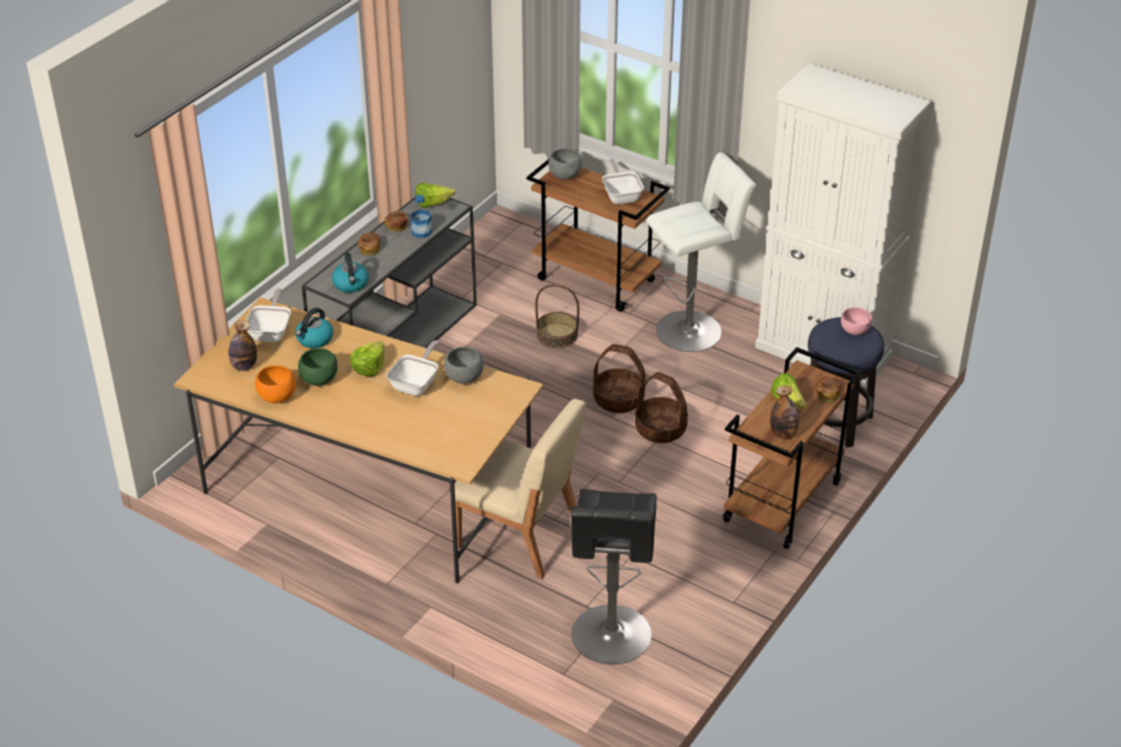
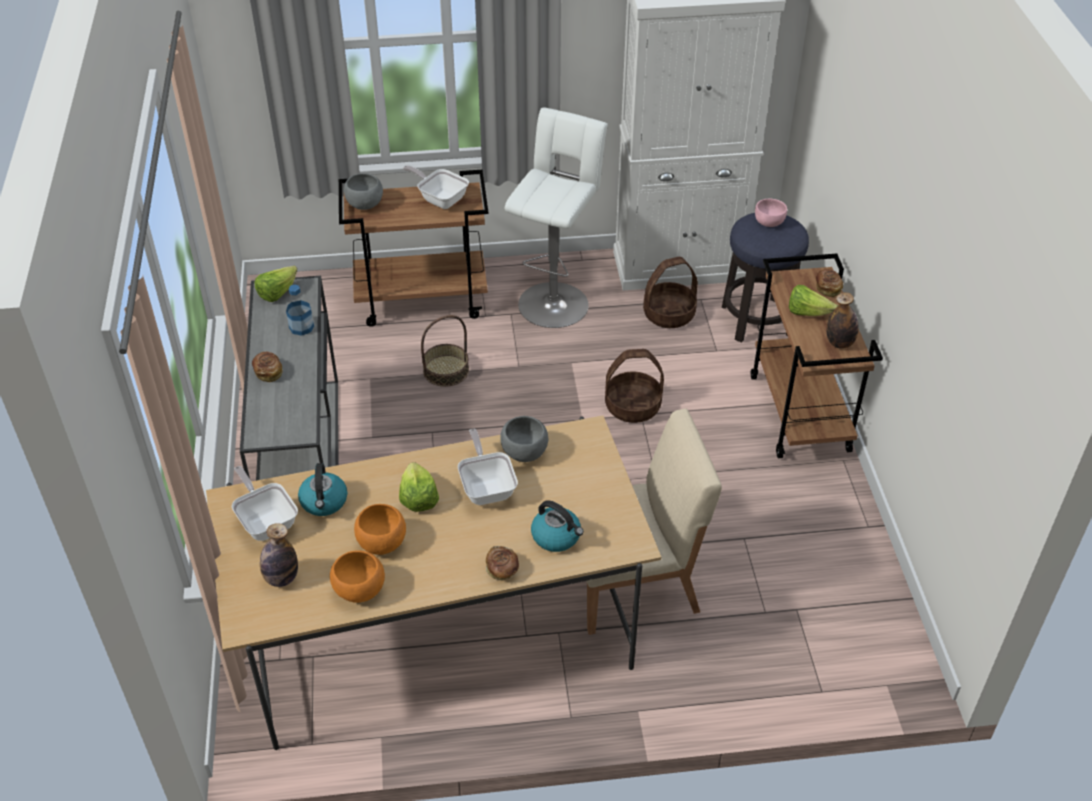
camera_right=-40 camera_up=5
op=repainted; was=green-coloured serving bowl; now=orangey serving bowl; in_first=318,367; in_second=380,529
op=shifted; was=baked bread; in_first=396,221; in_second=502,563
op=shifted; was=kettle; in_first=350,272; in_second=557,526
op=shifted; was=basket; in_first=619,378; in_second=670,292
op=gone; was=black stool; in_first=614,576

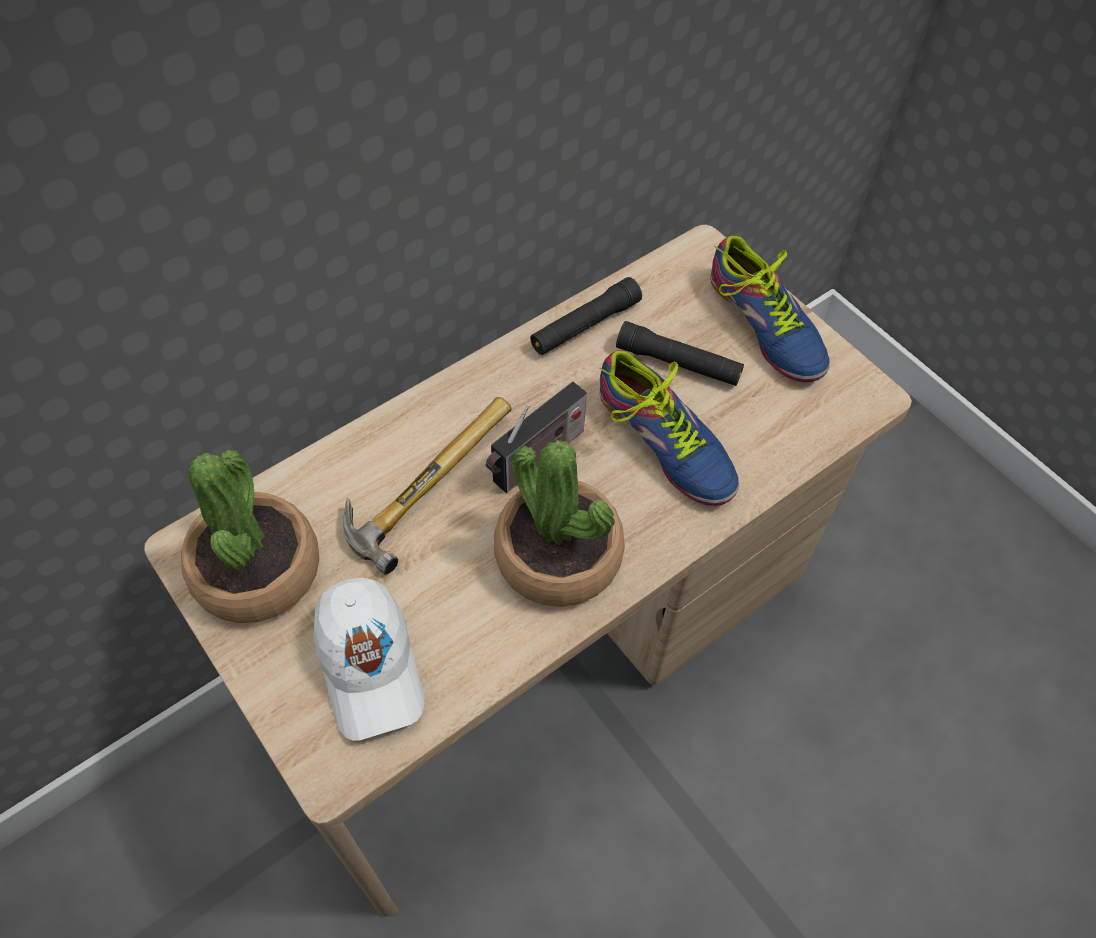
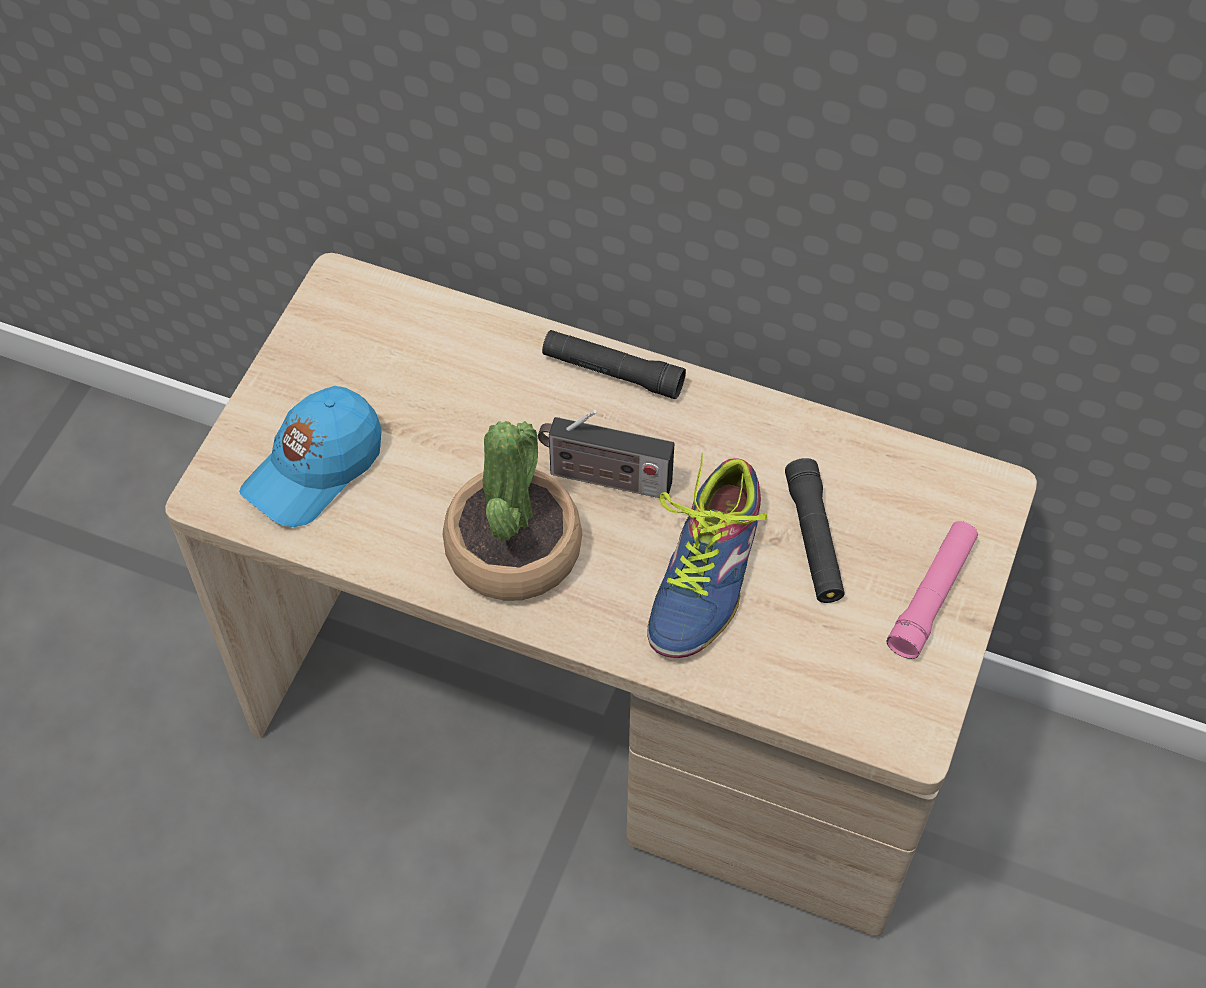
camera_right=60 camera_up=0
op=repainted; was=white peaked cap; now=blue-coloured peaked cap; in_first=368,659; in_second=310,456
op=shifted; was=black torch; in_first=586,316; in_second=614,364
op=swapped; was=low shoe; now=pink-coloured torch; in_first=770,308; in_second=932,590
op=gone; was=plant in a pot; in_first=250,536
op=gone; was=tool hammer; in_first=427,486

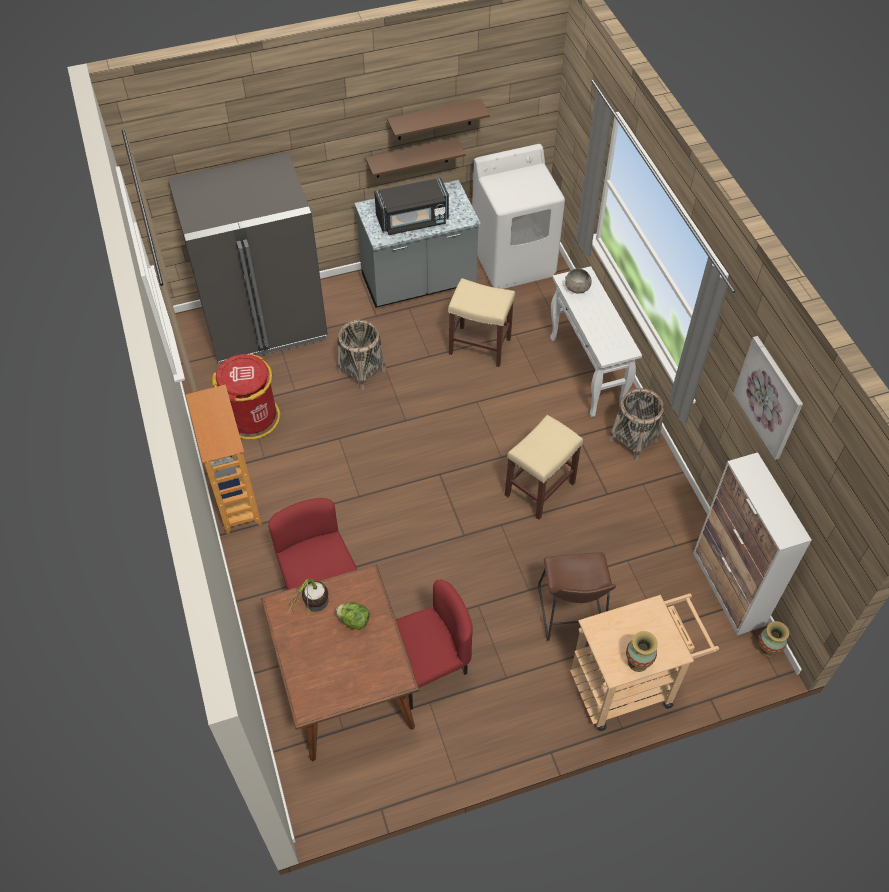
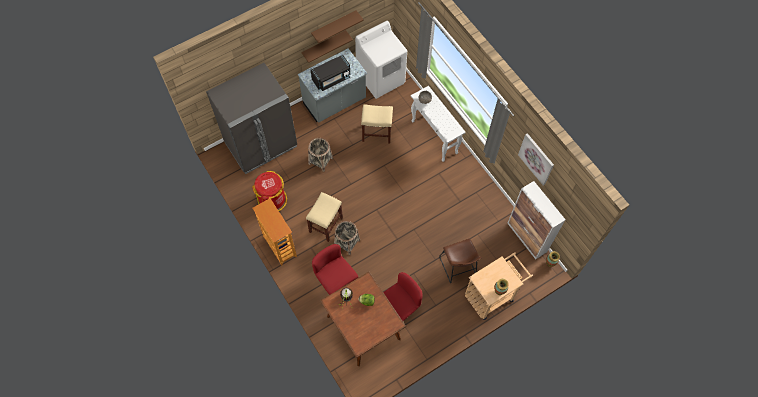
camera_right=-15 camera_up=10
op=shifted; was=beige stool; in_first=544,467; in_second=324,217
op=shifted; was=basket; in_first=636,424; in_second=347,238

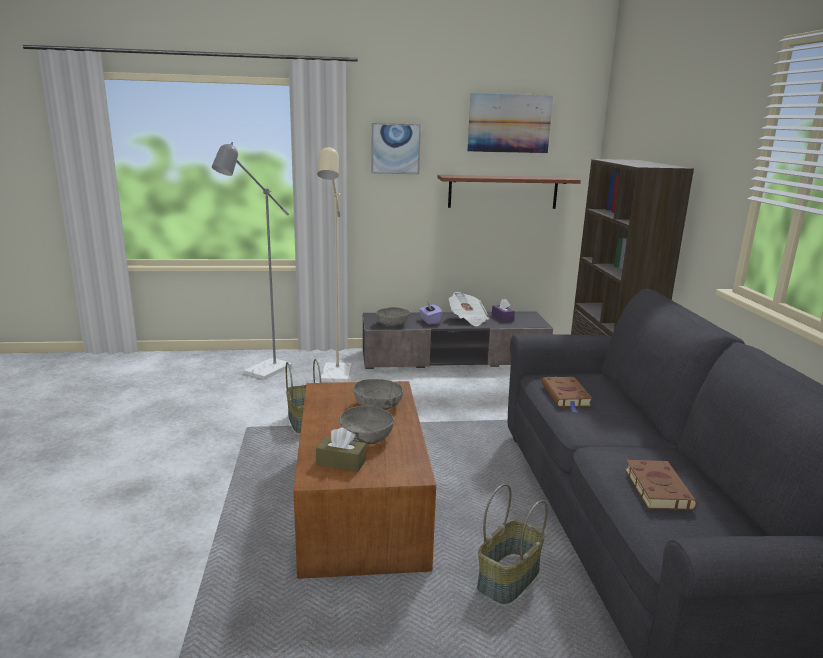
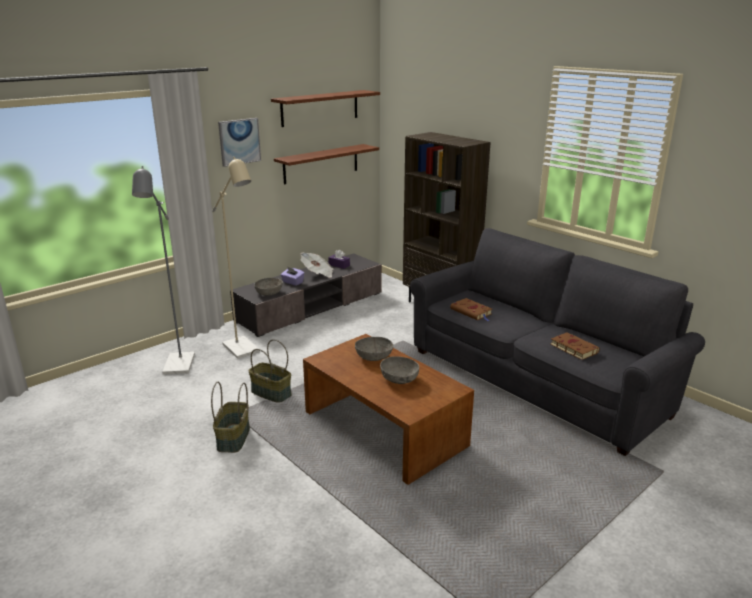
camera_right=-35 camera_up=5
op=shifted; was=basket; in_first=512,544; in_second=230,417
op=swapped; was=wall picture; now=brown-coloured wall shelf; in_first=510,123; in_second=325,108
op=gone; was=brown-coloured box of tissues; in_first=341,449

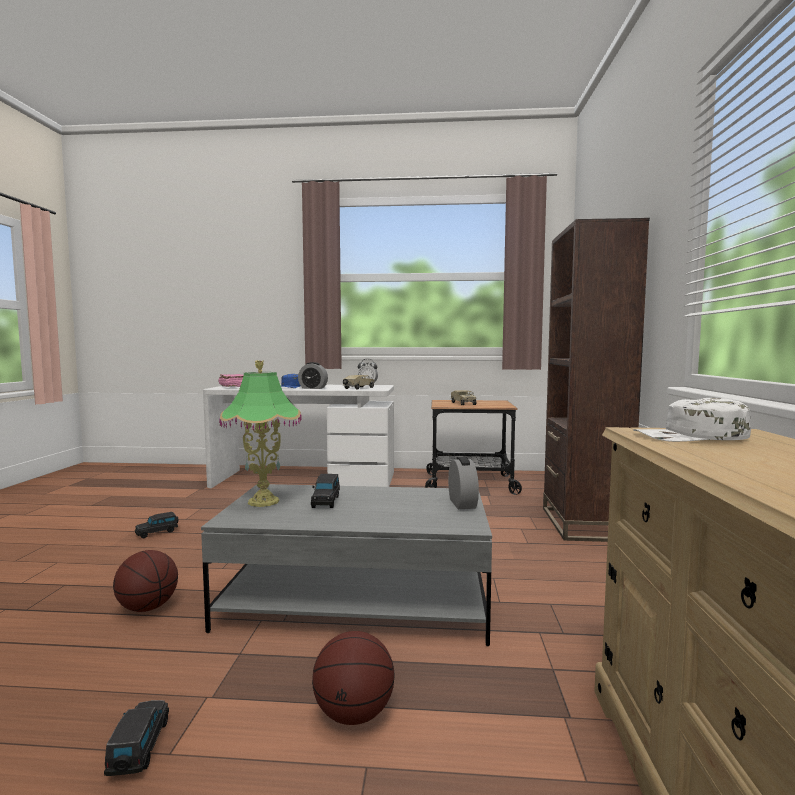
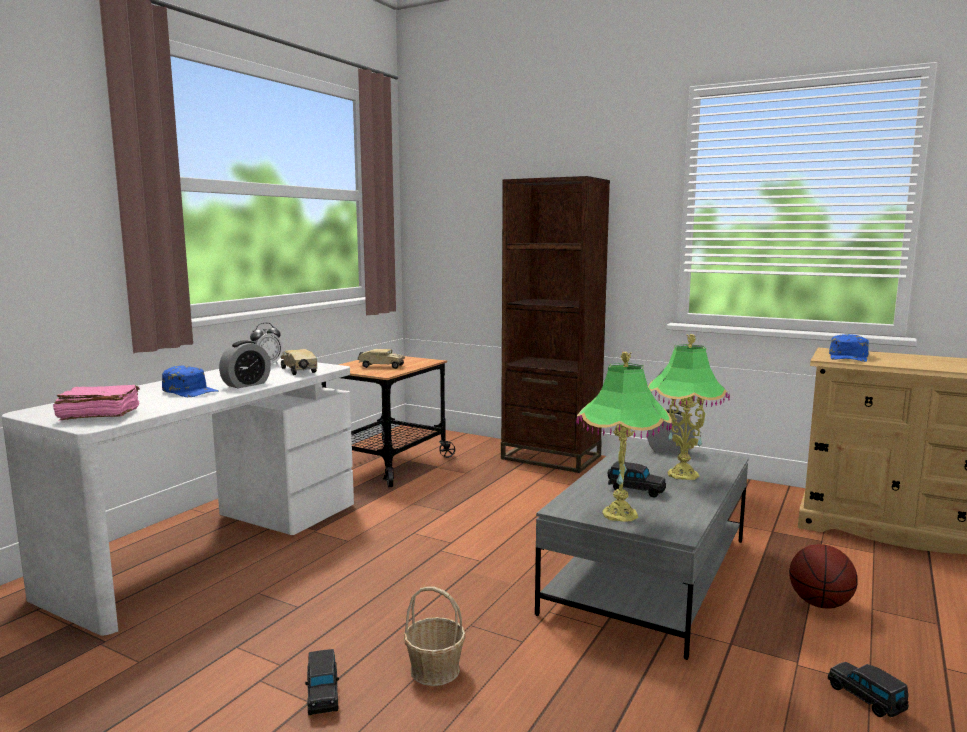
camera_right=-65 camera_up=5
op=new; now=basket; in_second=435,636
op=new; now=lamp for a table; in_second=689,407
op=rotated; was=black miniature car; in_first=136,738; in_second=868,689; clockwise=45
op=repainted; was=white peaked cap; now=blue-coloured peaked cap; in_first=692,420; in_second=849,348
op=gone; was=basketball ball; in_first=145,581

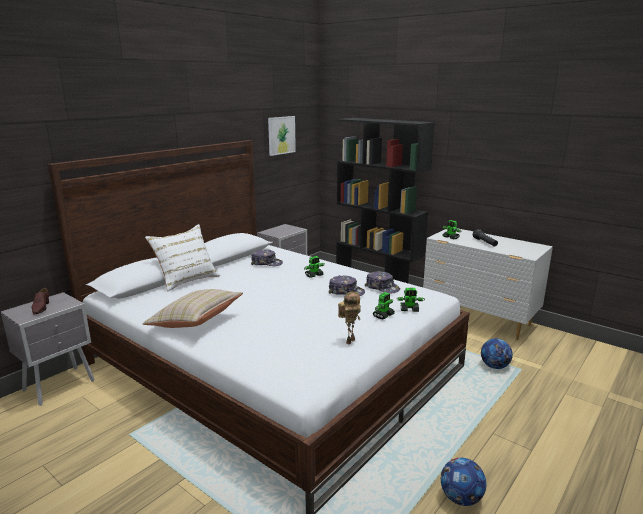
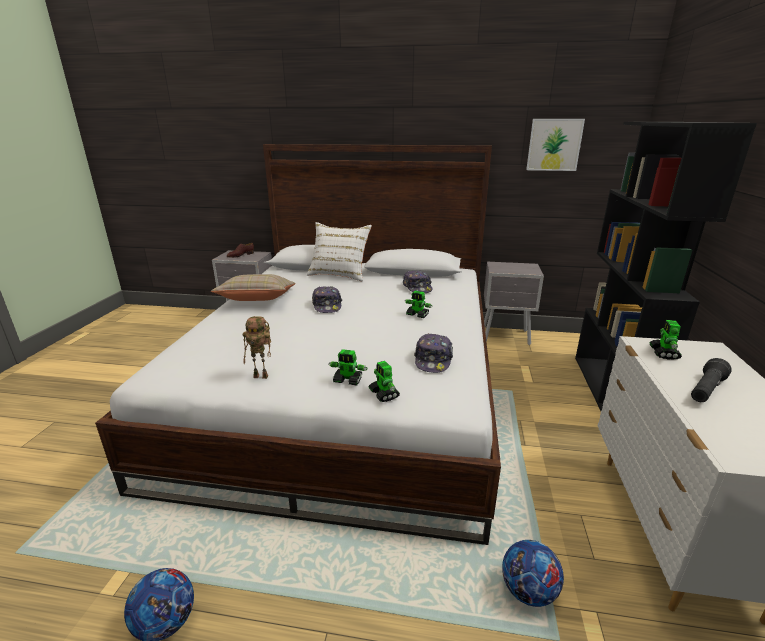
camera_right=60 camera_up=5
op=shifted; was=peaked cap; in_first=346,285; in_second=327,299

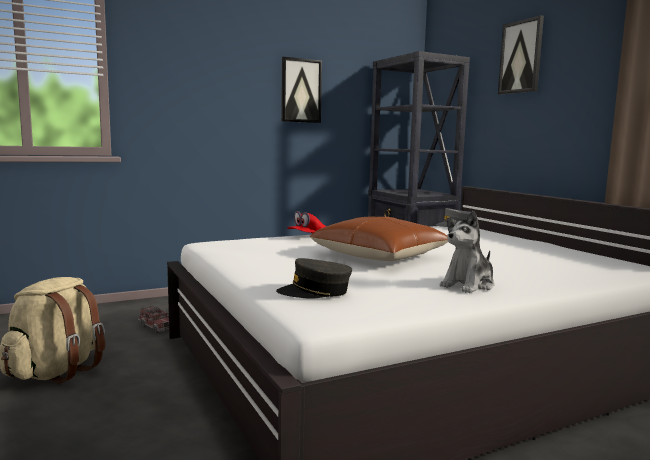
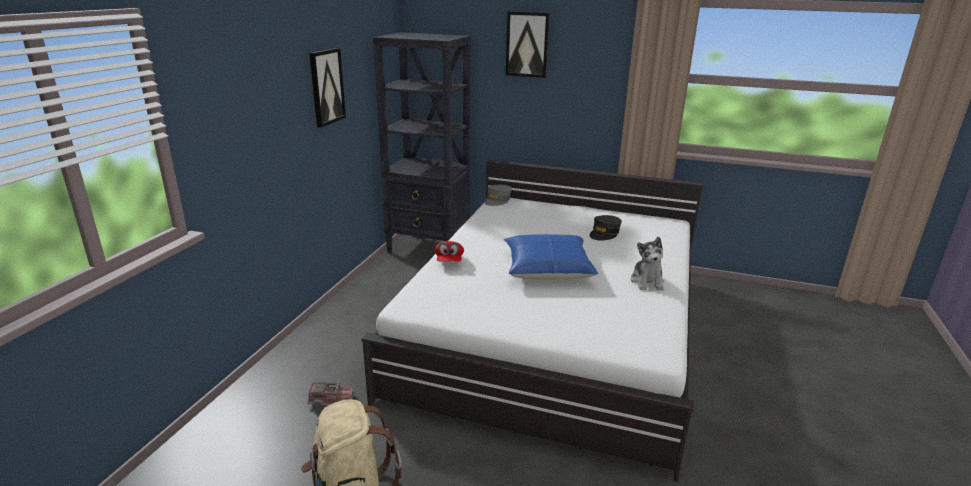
camera_right=-45 camera_up=15
op=repainted; was=brown-coloured pillow; now=blue-coloured pillow; in_first=378,239; in_second=551,256
op=shifted; was=gray peaked cap; in_first=314,278; in_second=606,228

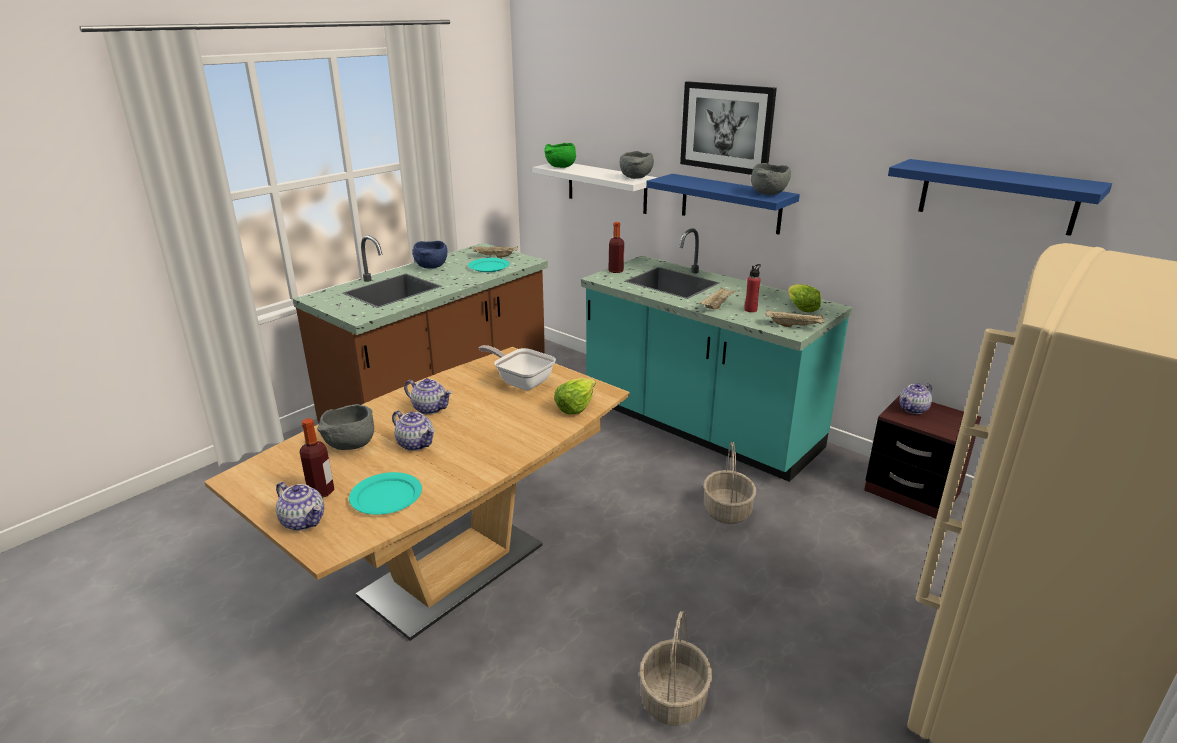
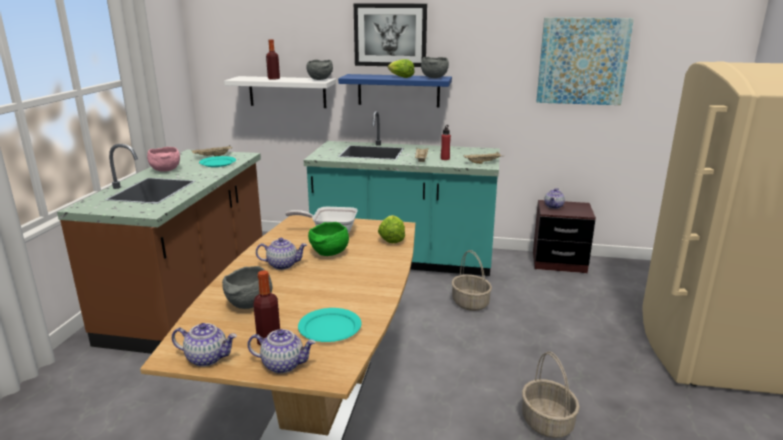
camera_right=-30 camera_up=-5
op=repainted; was=blue-coloured serving bowl; now=pink-coloured serving bowl; in_first=430,255; in_second=163,159
op=shifted; was=tea pot; in_first=413,430; in_second=204,345
op=shifted; was=drink bottle; in_first=616,247; in_second=273,59
op=shifted; was=green-coloured serving bowl; in_first=560,155; in_second=328,239
op=shifted; was=head of lettuce; in_first=804,298; in_second=401,68
op=swapped; was=blue-coloured wall shelf; now=wall picture; in_first=1000,197; in_second=585,61

